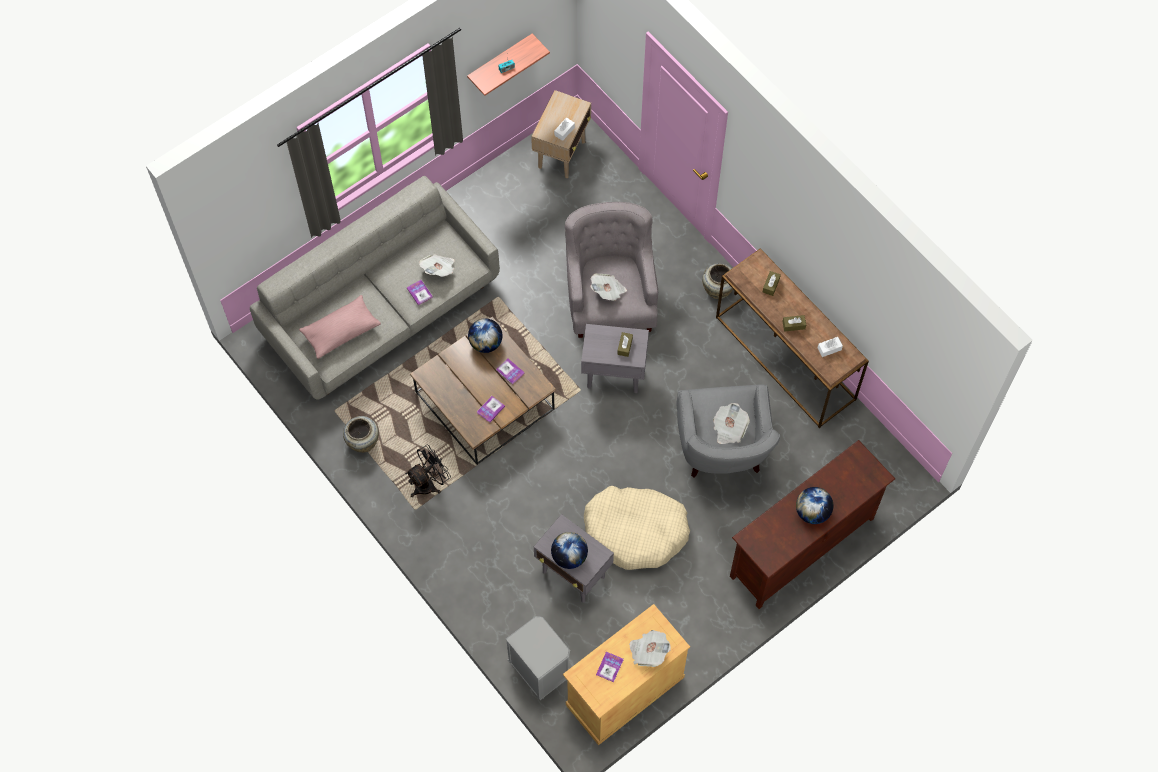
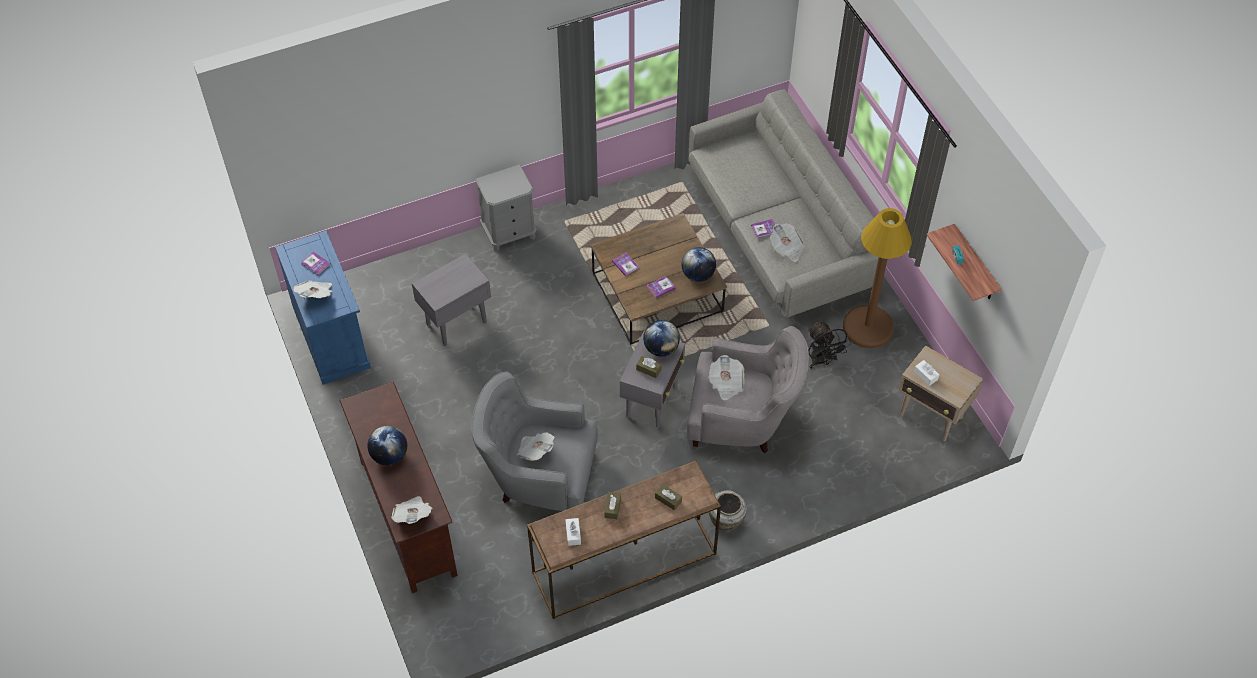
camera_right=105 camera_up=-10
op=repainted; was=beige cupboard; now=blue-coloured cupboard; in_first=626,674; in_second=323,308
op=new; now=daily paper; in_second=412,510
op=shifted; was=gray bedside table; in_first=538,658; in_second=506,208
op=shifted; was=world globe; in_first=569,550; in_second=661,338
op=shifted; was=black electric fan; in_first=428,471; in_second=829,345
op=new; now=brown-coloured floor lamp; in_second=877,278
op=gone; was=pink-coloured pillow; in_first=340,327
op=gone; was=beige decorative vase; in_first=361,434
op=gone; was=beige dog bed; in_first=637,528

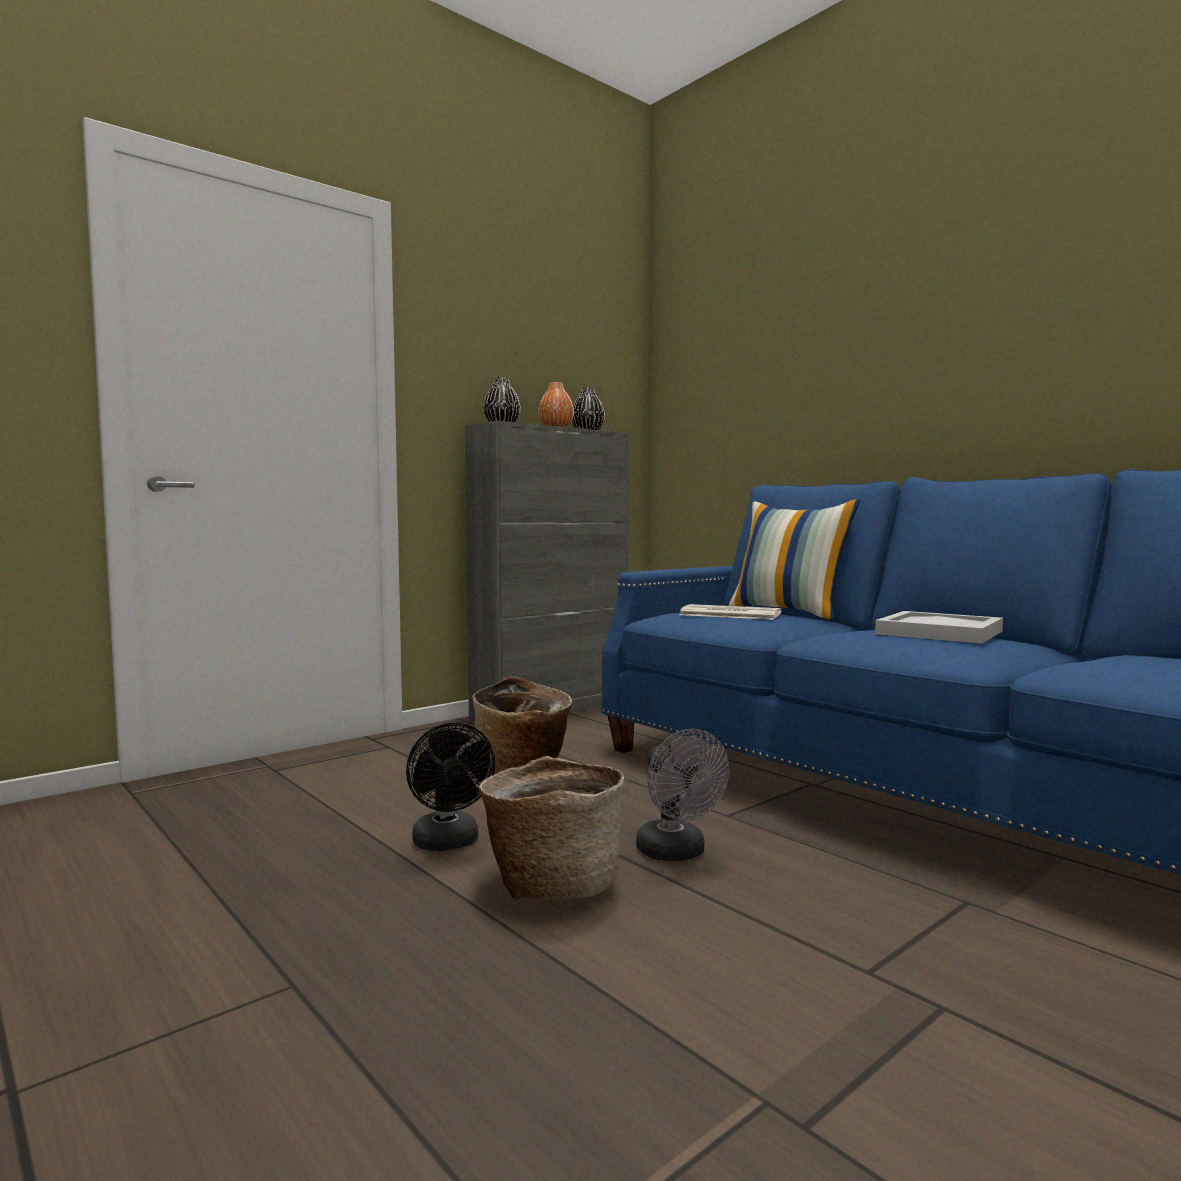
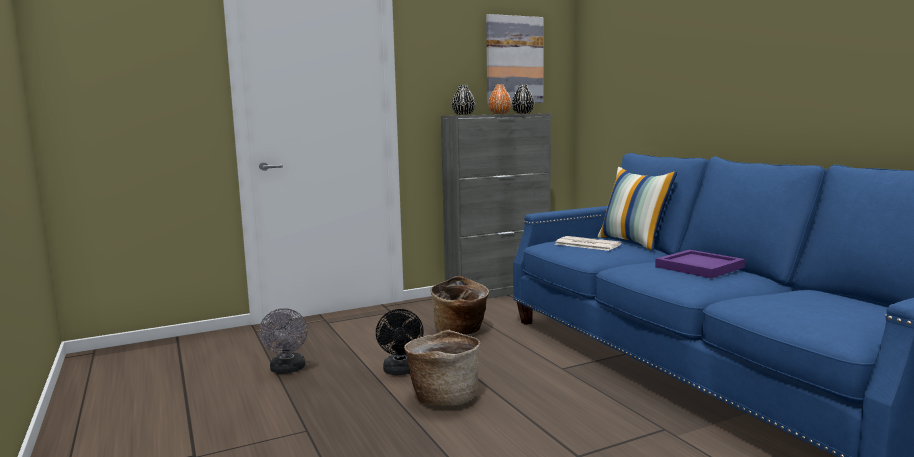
camera_right=15 camera_up=5
op=shifted; was=gray electric fan; in_first=682,795; in_second=283,341
op=new; now=wall picture; in_second=515,59
op=repainted; was=white carrying tray; now=purple carrying tray; in_first=939,627; in_second=700,264

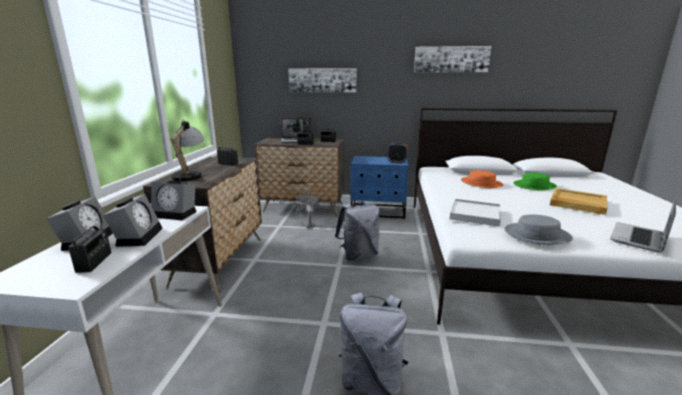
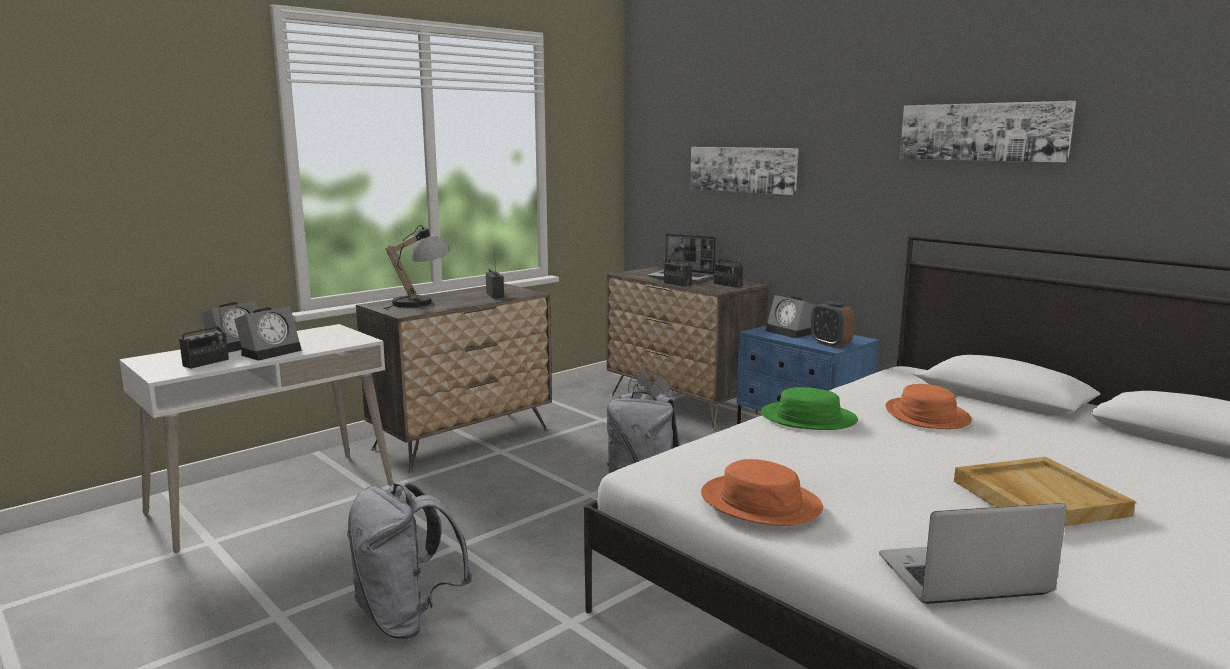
camera_right=40 camera_up=-5
op=repainted; was=gray hat; now=orangey hat; in_first=538,230; in_second=762,492
op=shifted; was=green-coloured hat; in_first=535,181; in_second=809,408
op=shifted; was=table clock; in_first=174,200; in_second=791,316
op=gone; was=white carrying tray; in_first=475,213

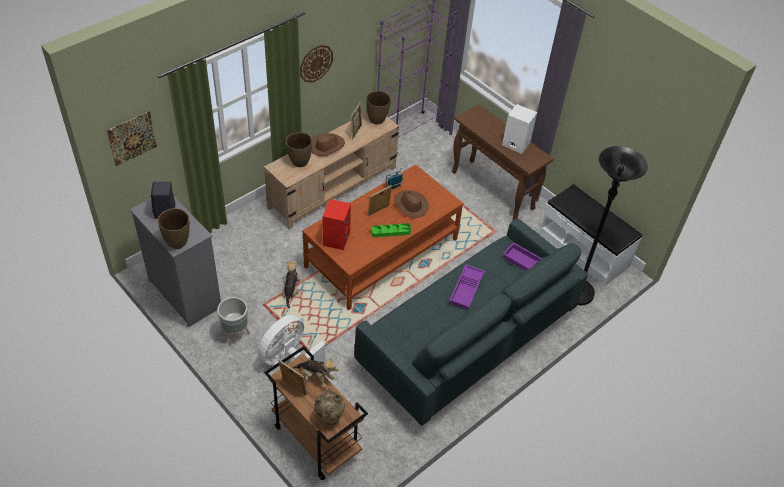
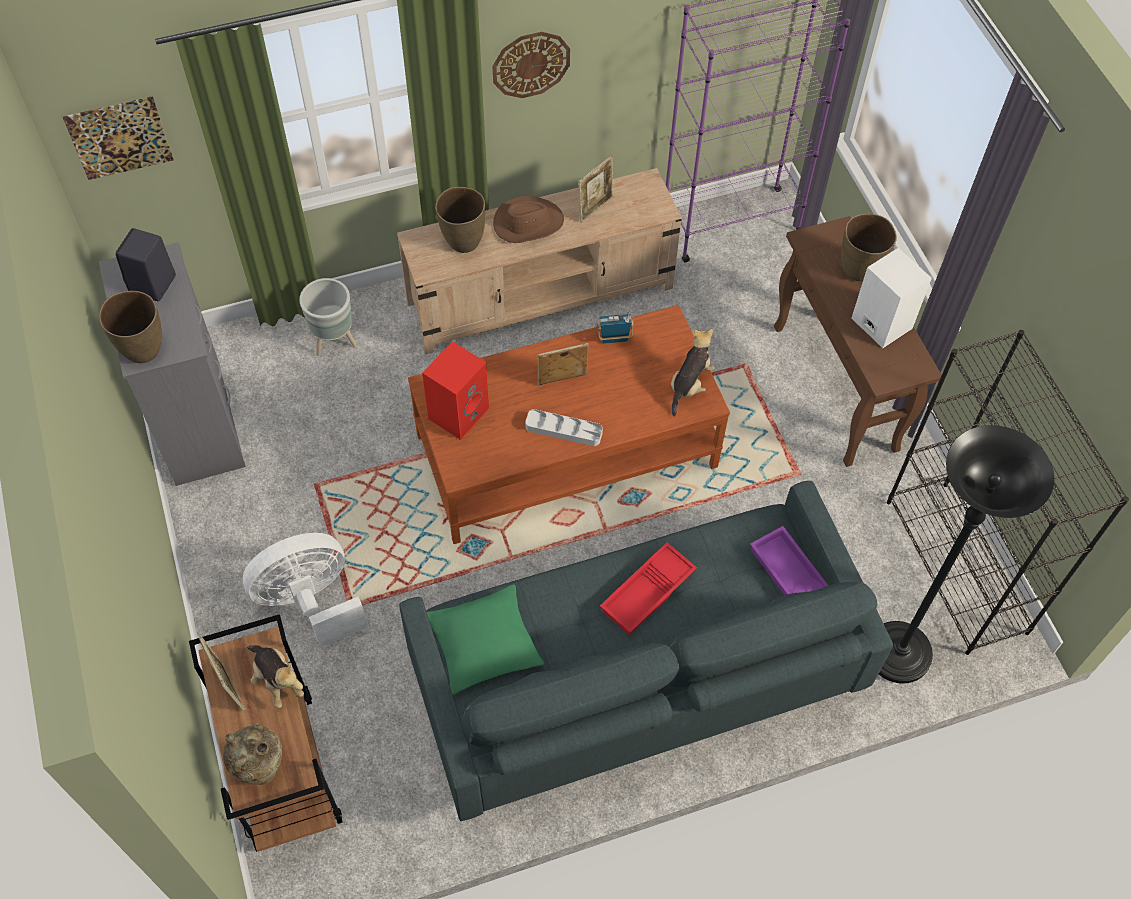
camera_right=25 camera_up=10
op=shifted; was=gray flower pot; in_first=233,321; in_second=328,317
op=new; now=green-coloured pillow; in_second=485,639
op=repainted; was=green-coloured carrying tray; now=gray carrying tray; in_first=391,230; in_second=564,427
op=repainted; was=purple carrying tray; now=red-coloured carrying tray; in_first=467,287; in_second=648,589
op=shifted; was=cuddly toy; in_first=292,284; in_second=693,372
op=shifted; was=brown-coloured decorative vase; in_first=378,107; in_second=869,247
op=swapped; was=white bench; now=black shelving unit; in_first=590,235; in_second=1008,492
op=gone; was=brown-coloured hat; in_first=411,204

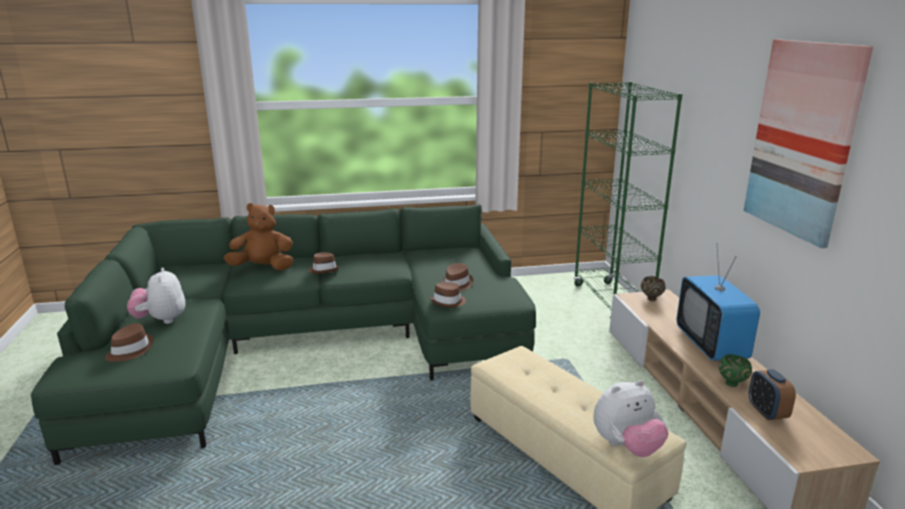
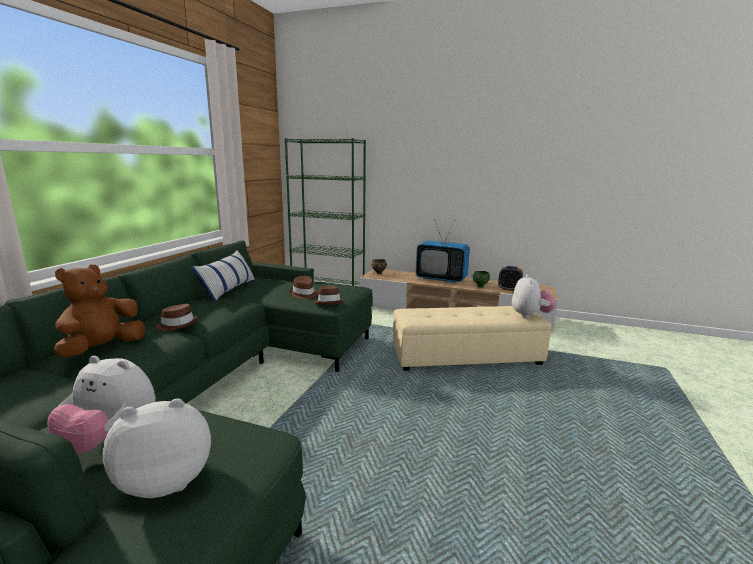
camera_right=-60 camera_up=-5
op=swapped; was=brown-coloured hat; now=cuddly toy; in_first=129,343; in_second=157,448
op=new; now=pillow; in_second=223,276
op=gone; was=wall picture; in_first=808,143

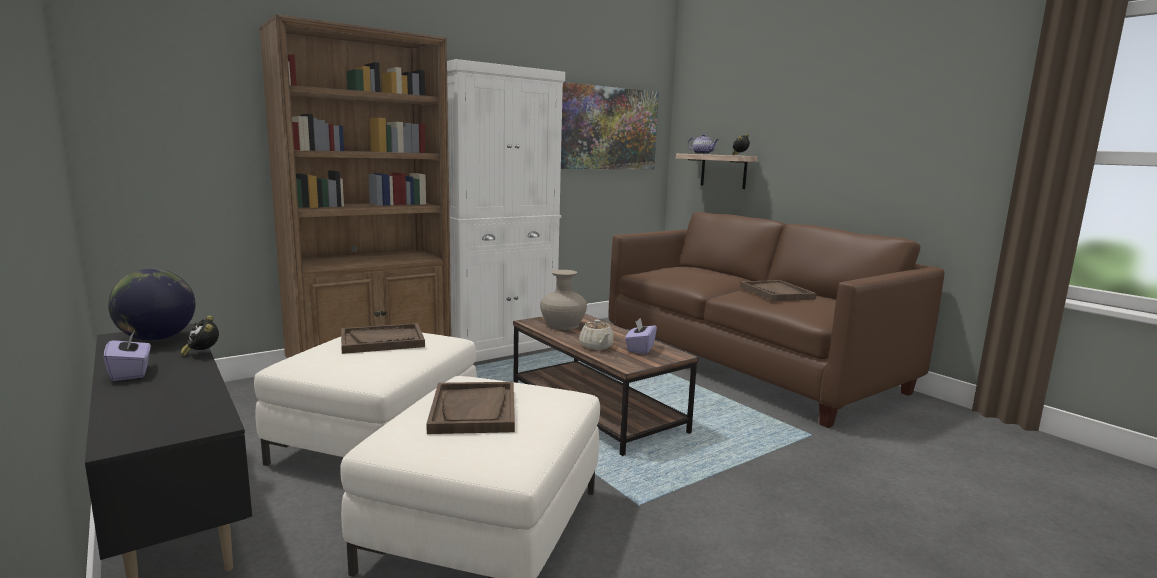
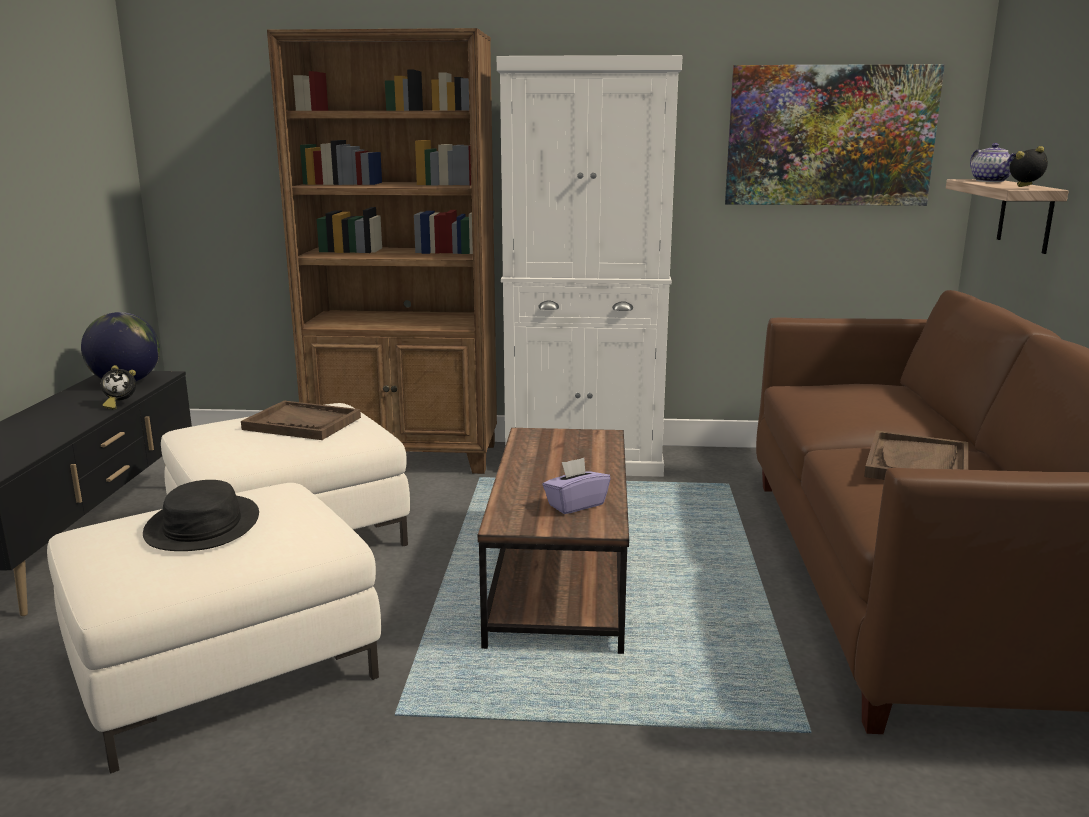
camera_right=40 camera_up=5
op=rotated; was=table clock; in_first=200,336; in_second=118,387; clockwise=-105
op=swapped; was=brown-coloured carrying tray; now=black hat; in_first=470,408; in_second=201,515
op=gone; was=purple box of tissues; in_first=127,355
op=gone; was=beige decorative vase; in_first=563,300
op=gone; was=beige tea pot; in_first=596,335

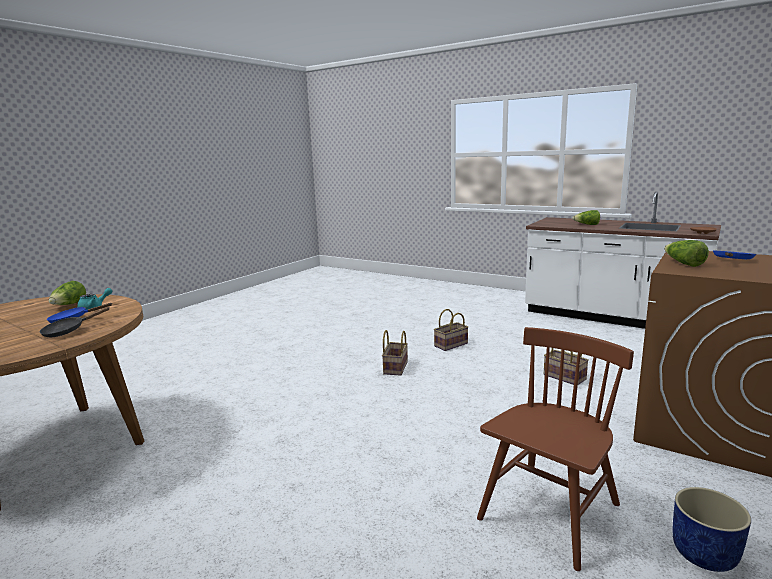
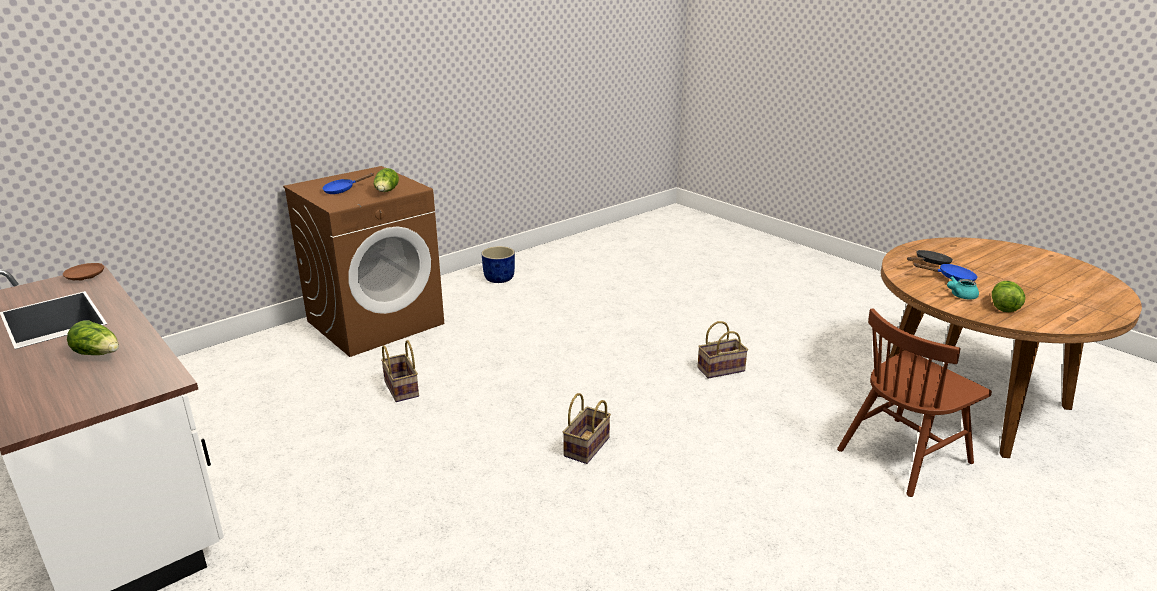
camera_right=-165 camera_up=10
op=shifted; was=basket; in_first=451,330; in_second=722,350
op=shifted; was=brown-coloured plain chair; in_first=555,449; in_second=914,402

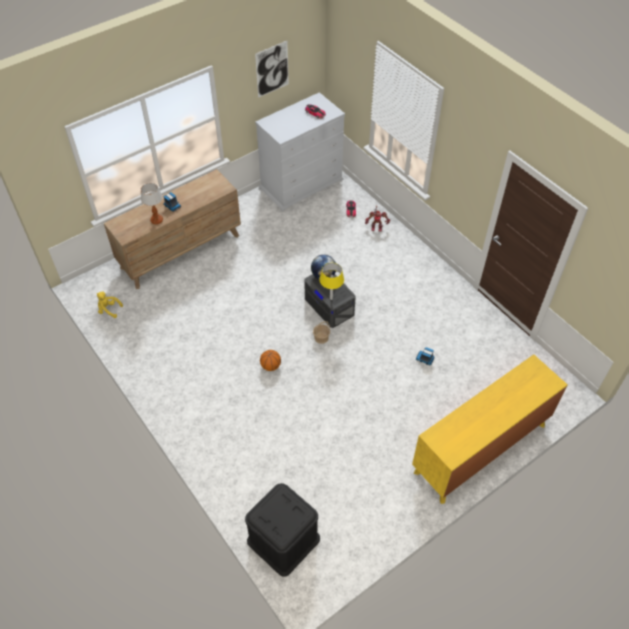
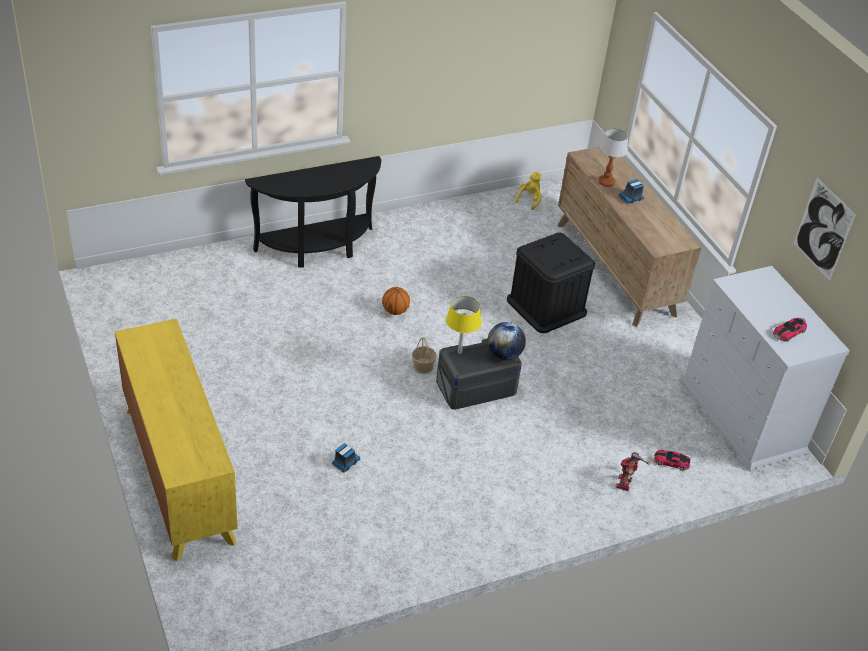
camera_right=100 camera_up=-10
op=new; now=black console table; in_second=313,212
op=shifted; was=black storage box; in_first=282,530; in_second=551,283

